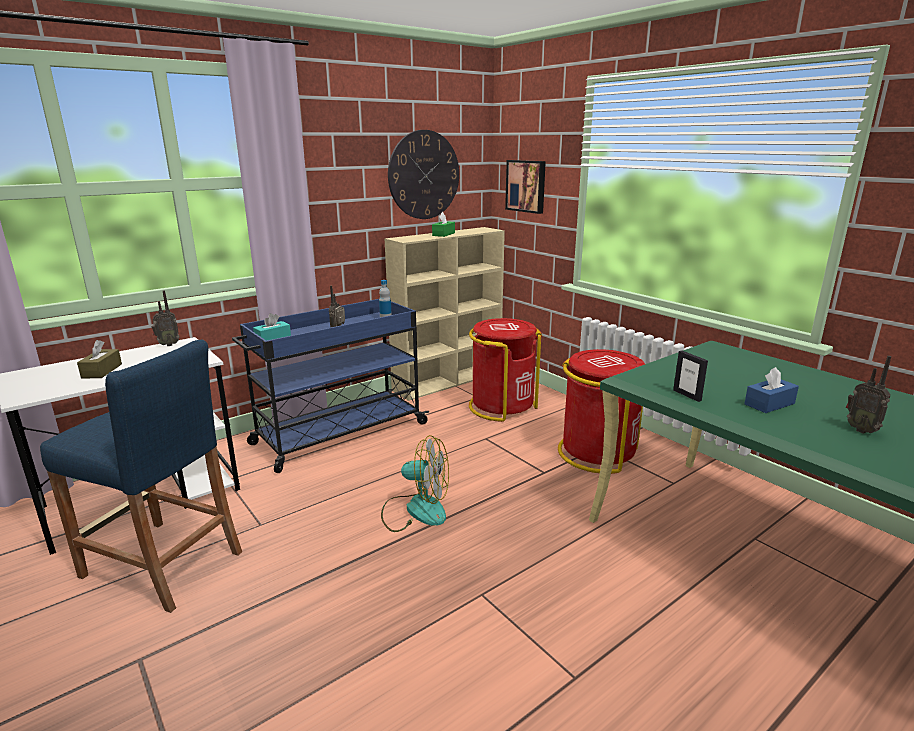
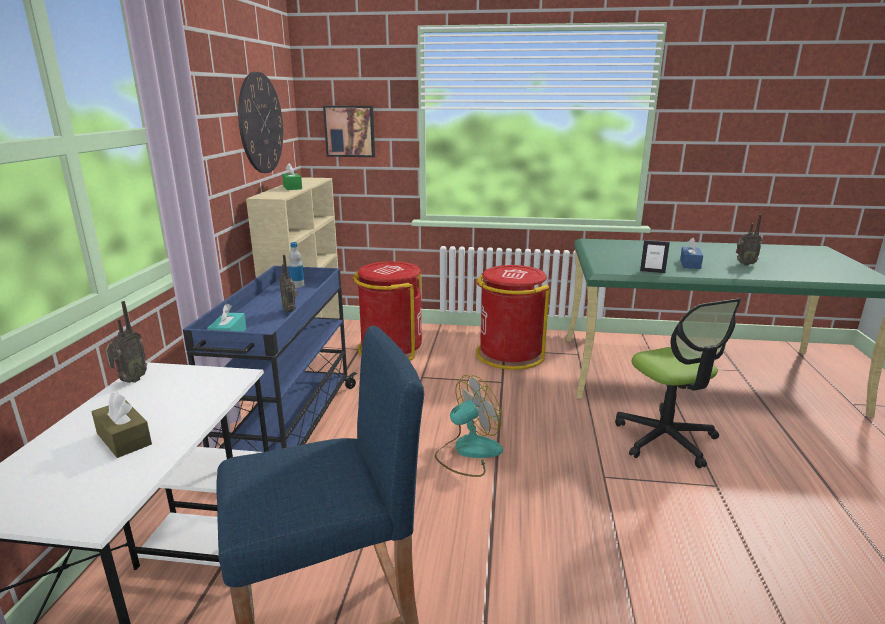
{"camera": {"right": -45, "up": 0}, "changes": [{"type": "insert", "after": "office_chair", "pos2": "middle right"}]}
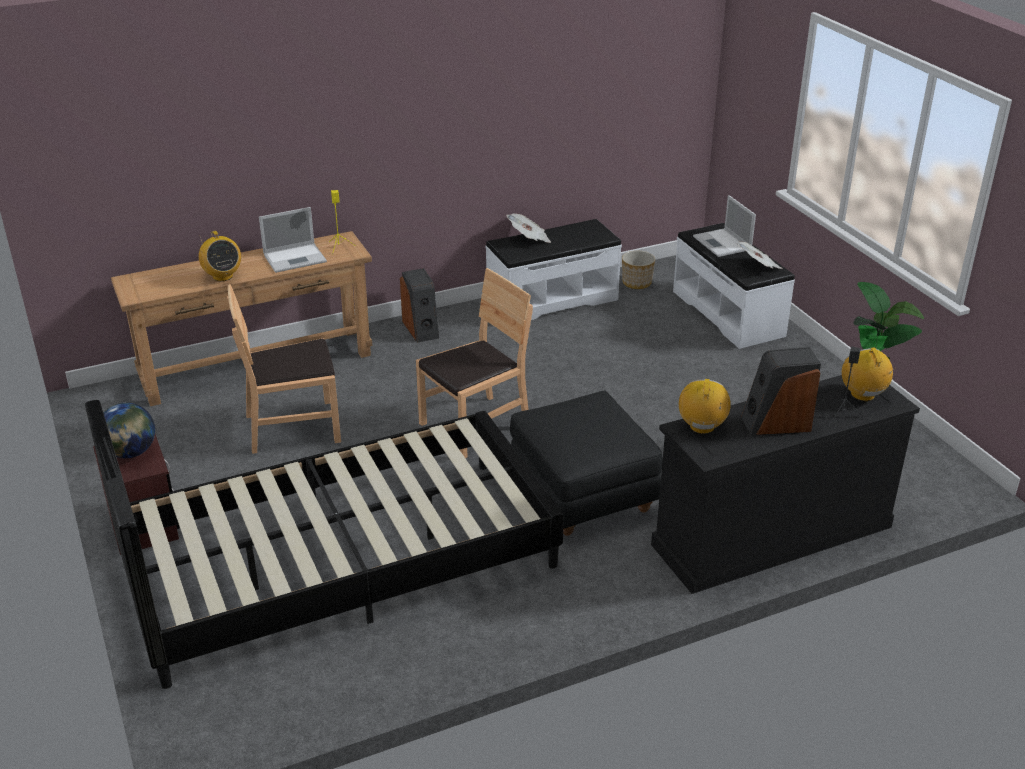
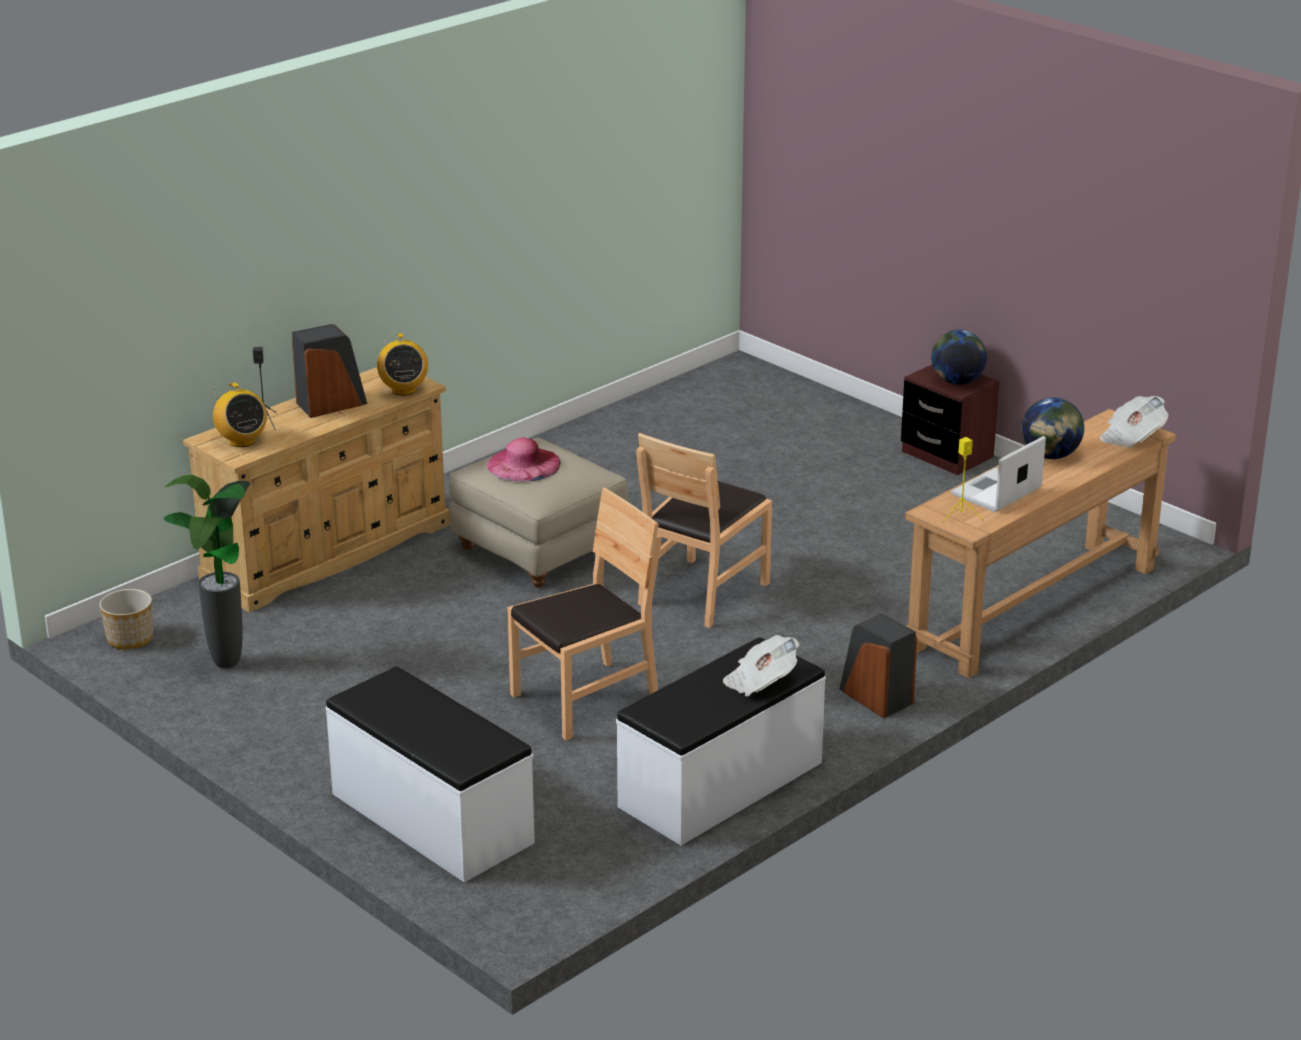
{"camera": {"right": 160, "up": -5}, "changes": [{"type": "delete", "before": "black_bed", "pos1": "bottom left"}, {"type": "replace", "before": "radio (1st from left)", "after": "globe (2nd from left)", "pos1": "top left", "pos2": "middle right"}, {"type": "move", "before": "brown_chair (1st from left)", "pos1": "middle left", "pos2": "centre"}, {"type": "recolor", "before": "black_ottoman", "after": "beige_ottoman", "pos1": "centre", "pos2": "centre"}, {"type": "move", "before": "planter", "pos1": "centre", "pos2": "middle left"}, {"type": "recolor", "before": "black_dresser", "after": "beige_dresser", "pos1": "middle right", "pos2": "middle left"}, {"type": "delete", "before": "laptop (2nd from left)", "pos1": "top right"}, {"type": "move", "before": "newspaper (2nd from left)", "pos1": "top right", "pos2": "middle right"}, {"type": "insert", "after": "pink_hat", "pos2": "centre"}]}
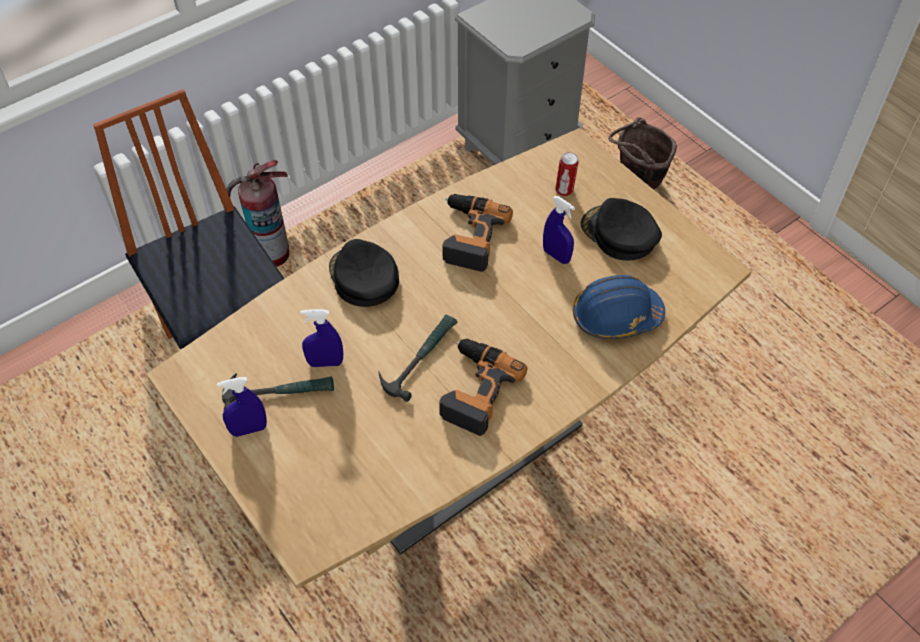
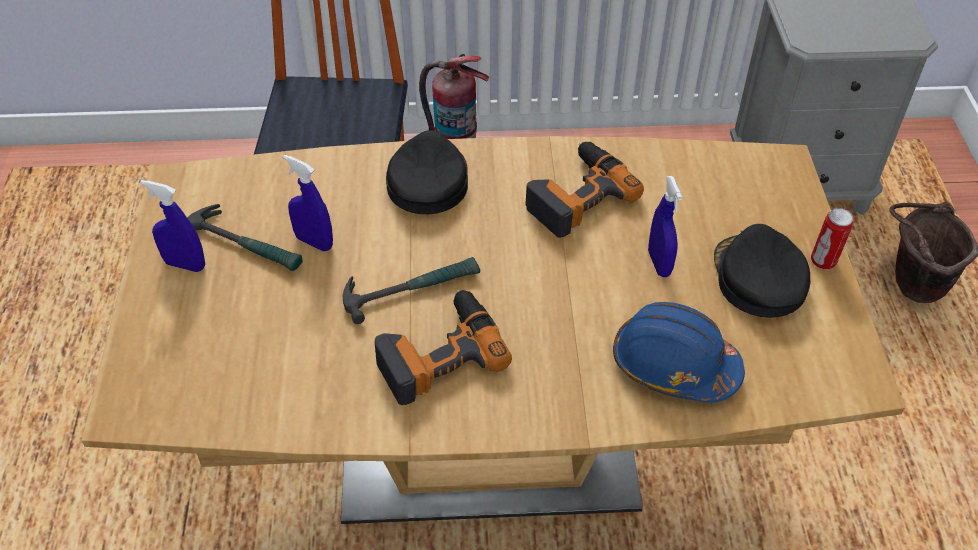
{"camera": {"right": 35, "up": -5}, "changes": [{"type": "move", "before": "can", "pos1": "top centre", "pos2": "middle right"}]}
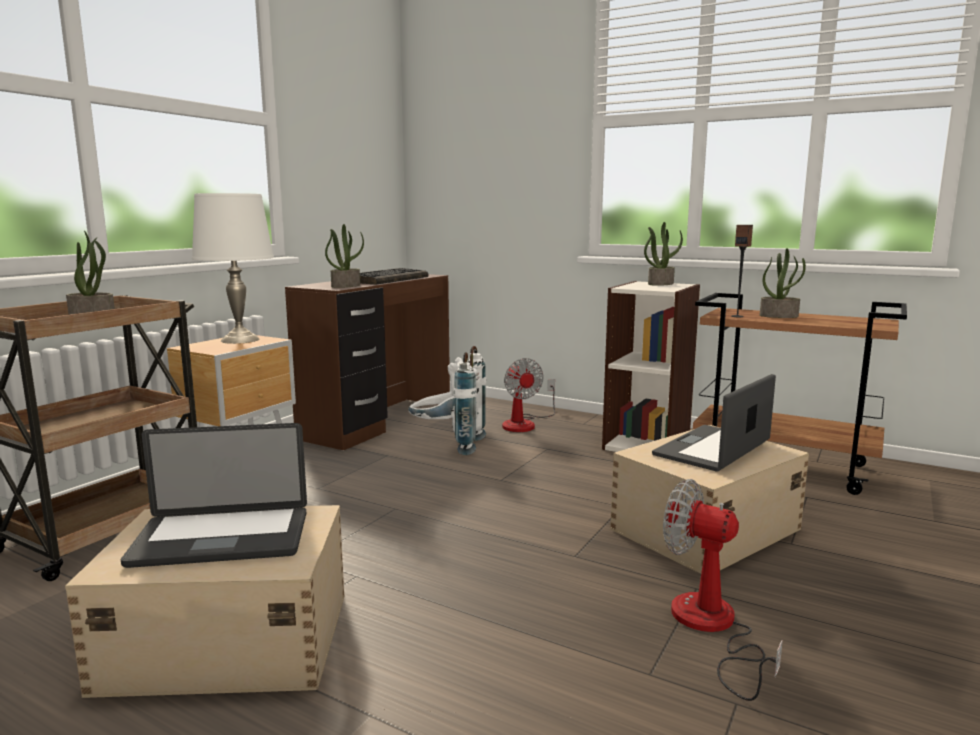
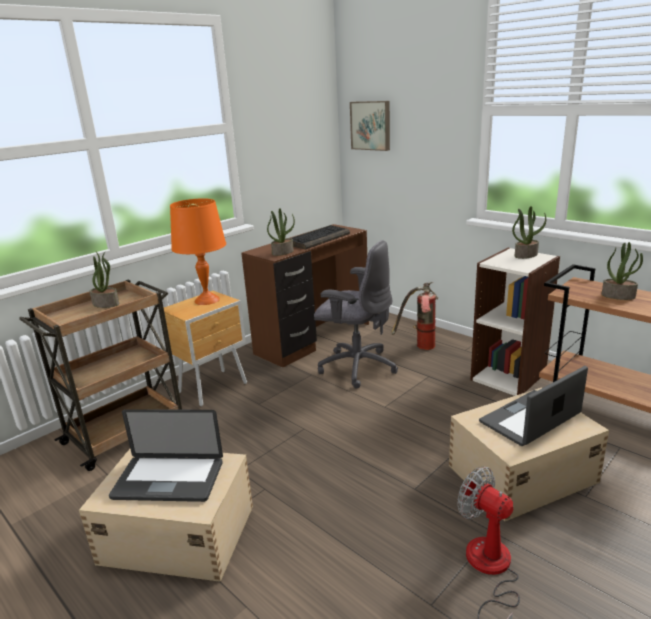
{"camera": {"right": 15, "up": 10}, "changes": [{"type": "recolor", "before": "white_table_lamp", "after": "orange_table_lamp", "pos1": "middle left", "pos2": "middle left"}, {"type": "replace", "before": "white_backpack", "after": "grey_office_chair", "pos1": "centre", "pos2": "centre"}, {"type": "replace", "before": "fan (1st from left)", "after": "fire_extinguisher", "pos1": "centre", "pos2": "centre"}, {"type": "delete", "before": "speaker", "pos1": "middle right"}, {"type": "insert", "after": "picture", "pos2": "top centre"}]}
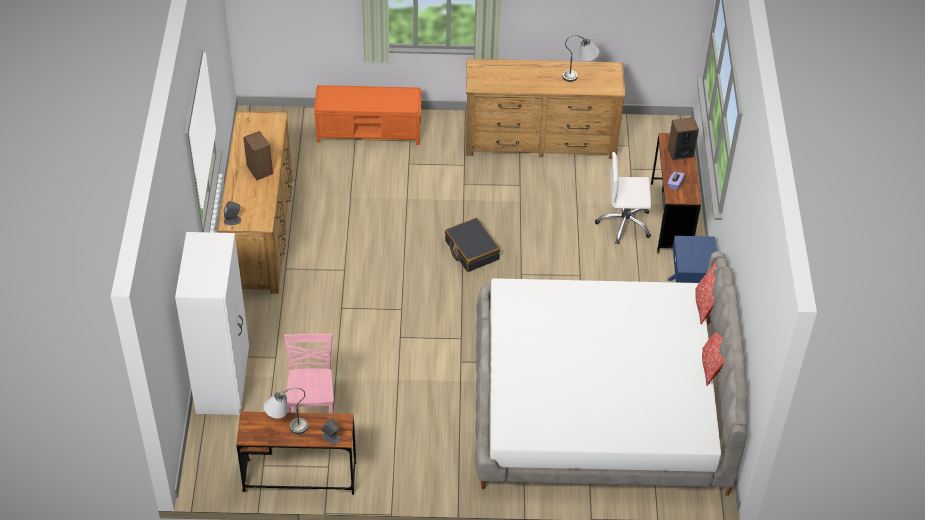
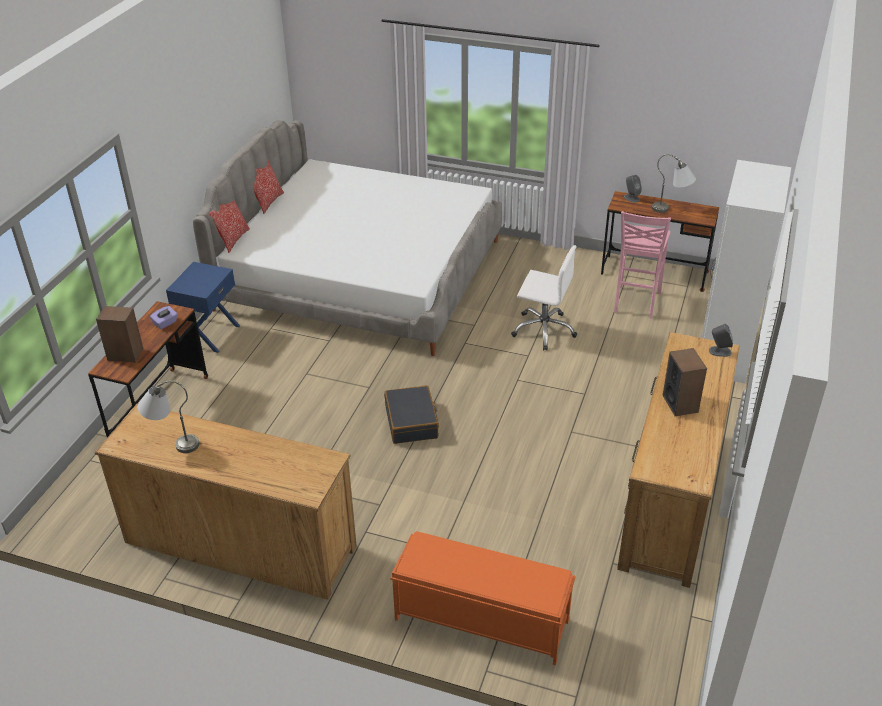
{"camera": {"right": -160, "up": -10}, "changes": [{"type": "move", "before": "white_office_chair", "pos1": "middle right", "pos2": "centre"}]}
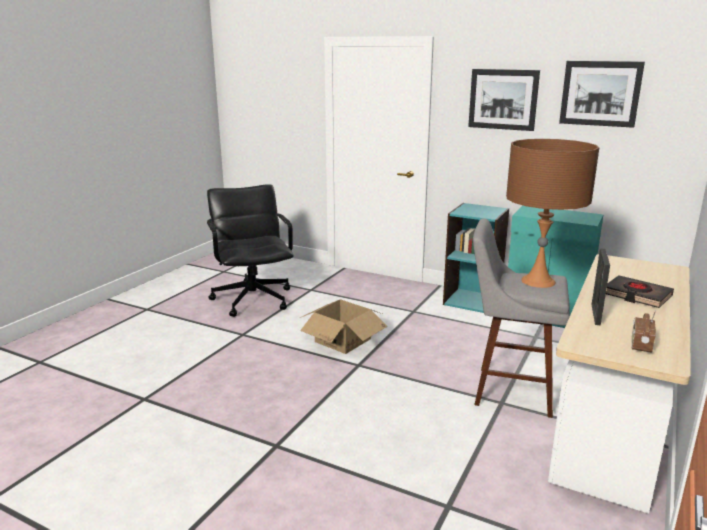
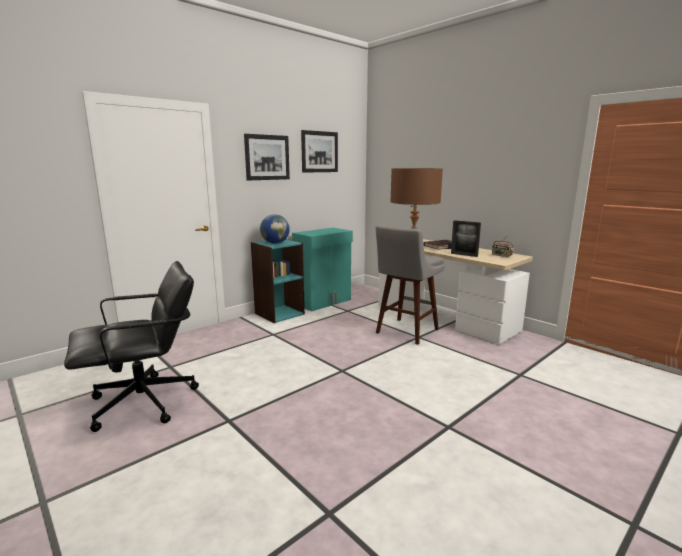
{"camera": {"right": -70, "up": -5}, "changes": [{"type": "rotate", "before": "black_office_chair", "pos1": "centre", "pos2": "middle left", "turn": 150}, {"type": "delete", "before": "cardboard_box", "pos1": "centre"}, {"type": "insert", "after": "globe", "pos2": "centre"}]}
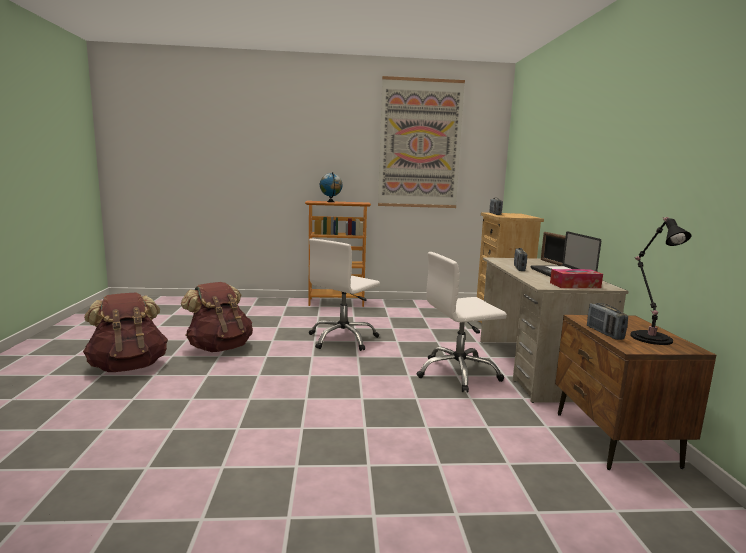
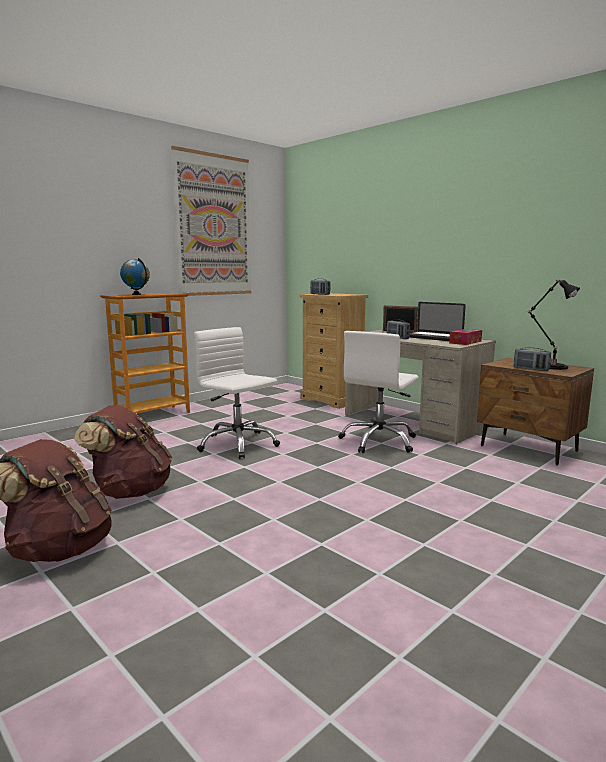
{"camera": {"right": -40, "up": 0}, "changes": [{"type": "rotate", "before": "white_office_chair (1st from left)", "pos1": "centre", "pos2": "centre", "turn": 135}]}
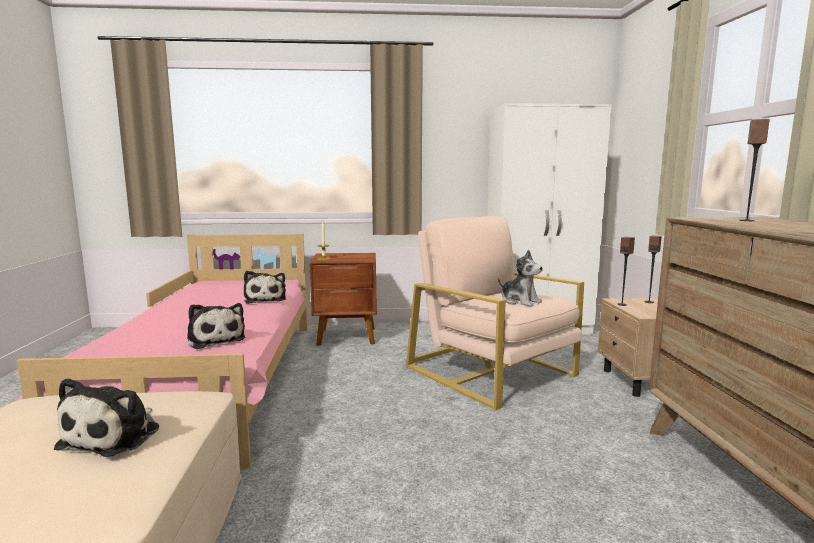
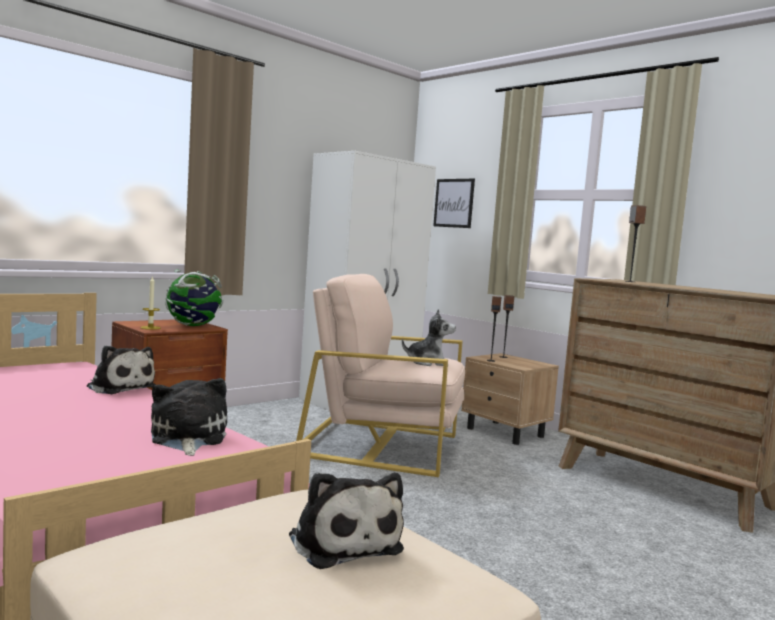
{"camera": {"right": -40, "up": -5}, "changes": [{"type": "rotate", "before": "plush_toy (2nd from left)", "pos1": "middle left", "pos2": "bottom left", "turn": -120}, {"type": "insert", "after": "globe", "pos2": "middle left"}, {"type": "insert", "after": "picture", "pos2": "top centre"}]}
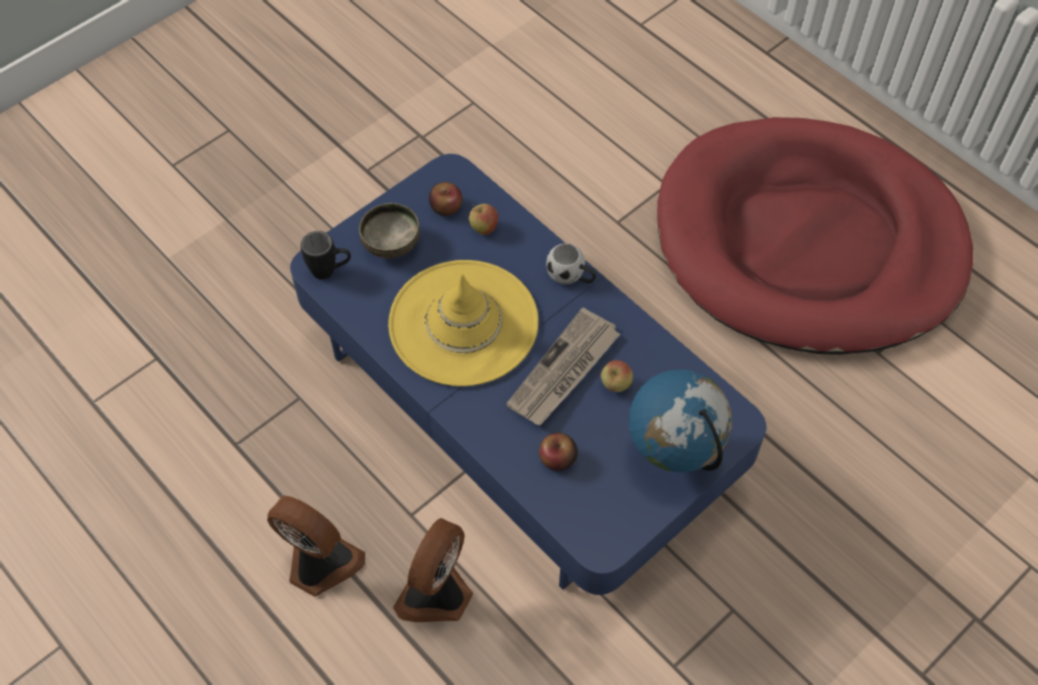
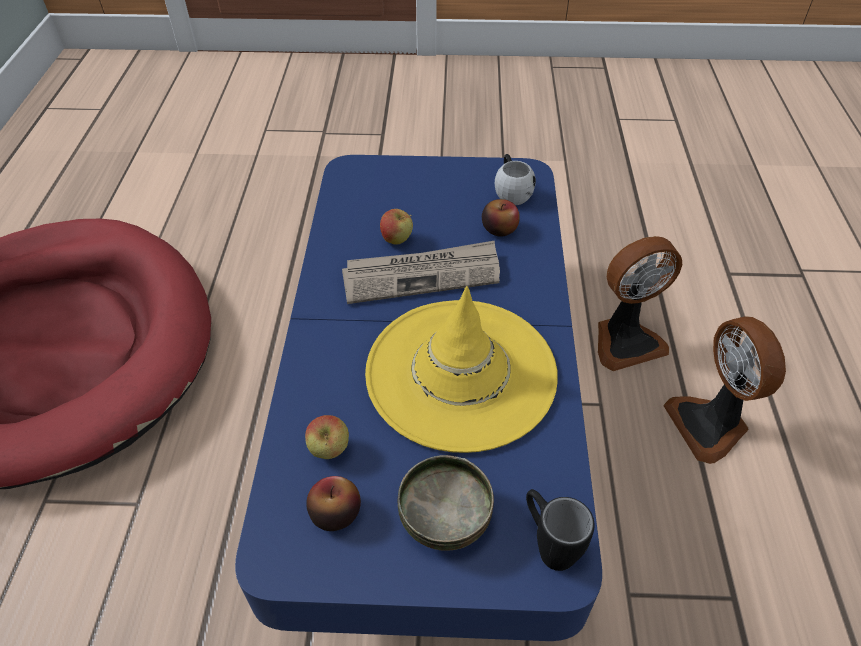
{"camera": {"right": -135, "up": -10}, "changes": [{"type": "move", "before": "white_mug", "pos1": "centre", "pos2": "top centre"}, {"type": "delete", "before": "globe", "pos1": "centre"}]}
